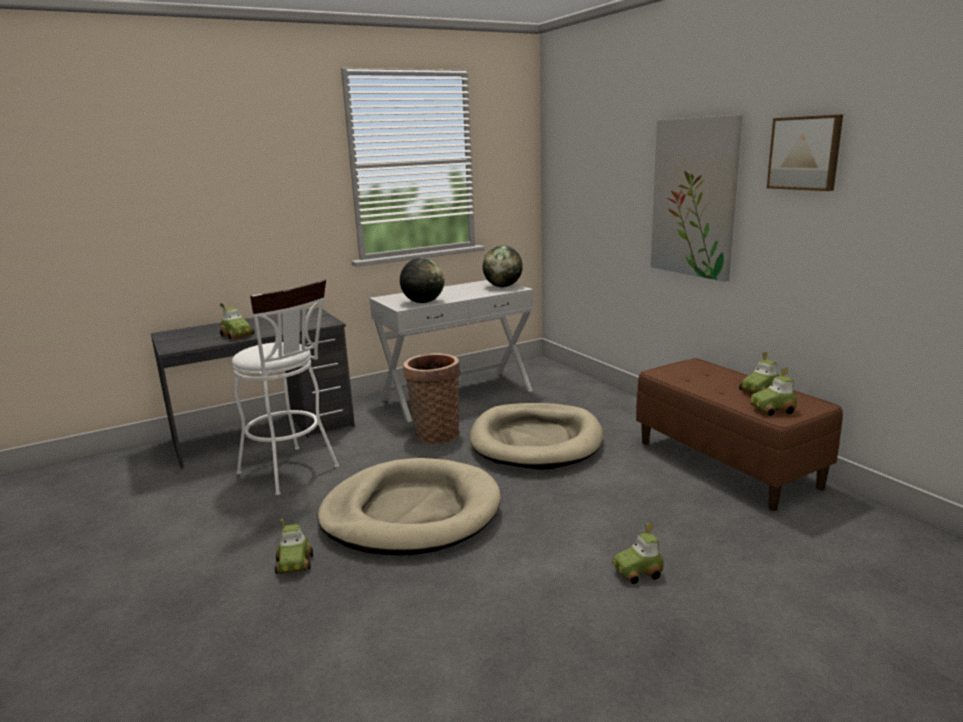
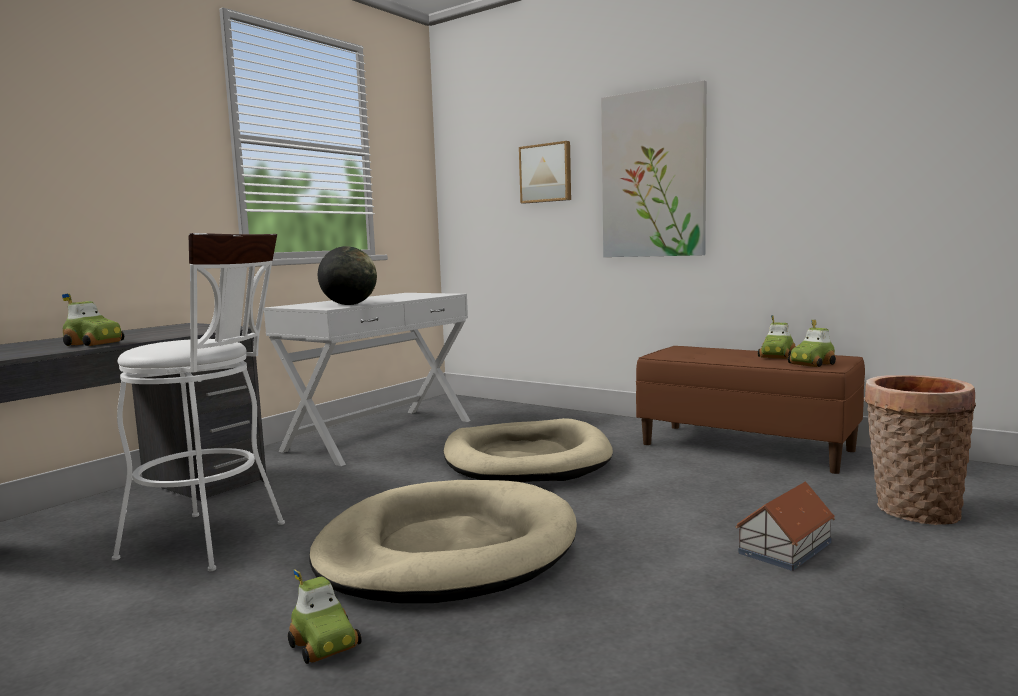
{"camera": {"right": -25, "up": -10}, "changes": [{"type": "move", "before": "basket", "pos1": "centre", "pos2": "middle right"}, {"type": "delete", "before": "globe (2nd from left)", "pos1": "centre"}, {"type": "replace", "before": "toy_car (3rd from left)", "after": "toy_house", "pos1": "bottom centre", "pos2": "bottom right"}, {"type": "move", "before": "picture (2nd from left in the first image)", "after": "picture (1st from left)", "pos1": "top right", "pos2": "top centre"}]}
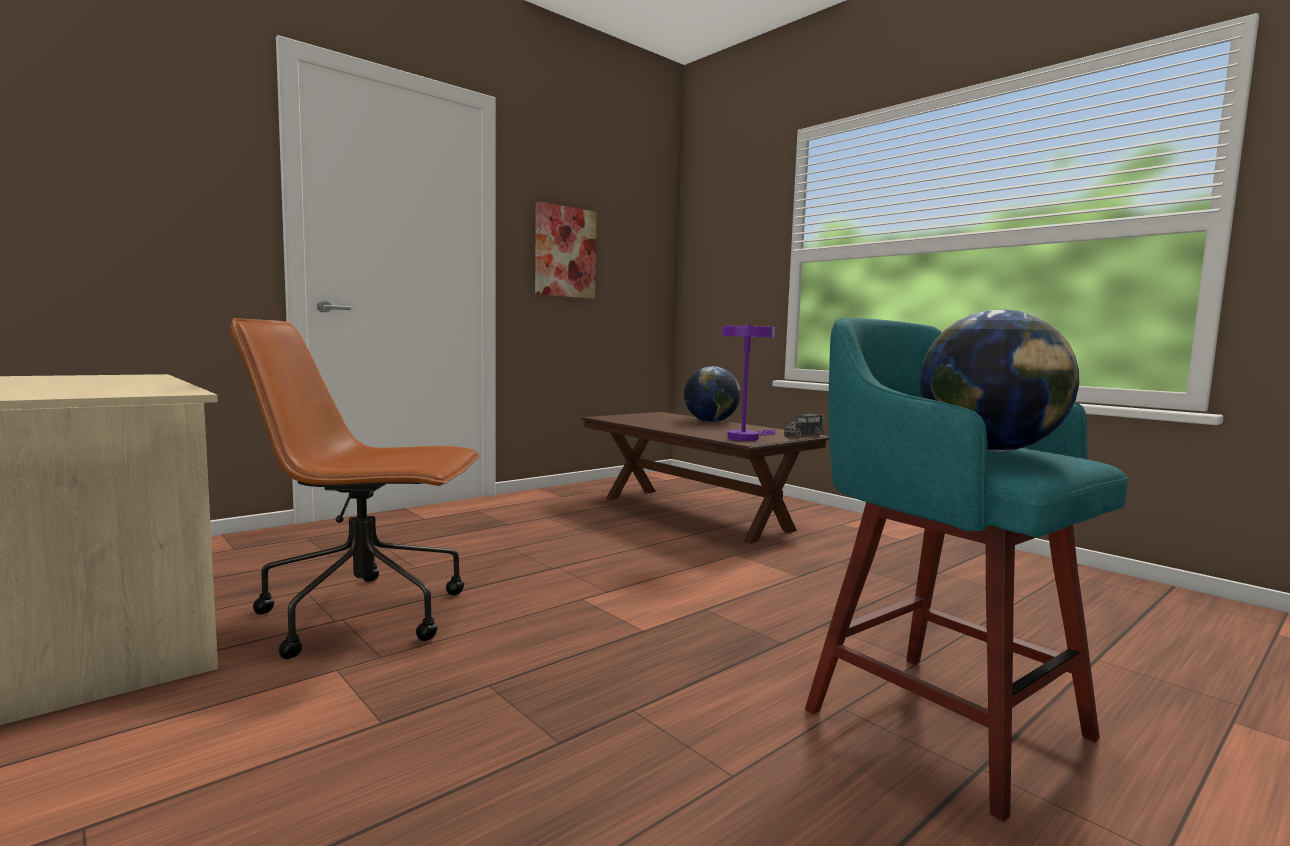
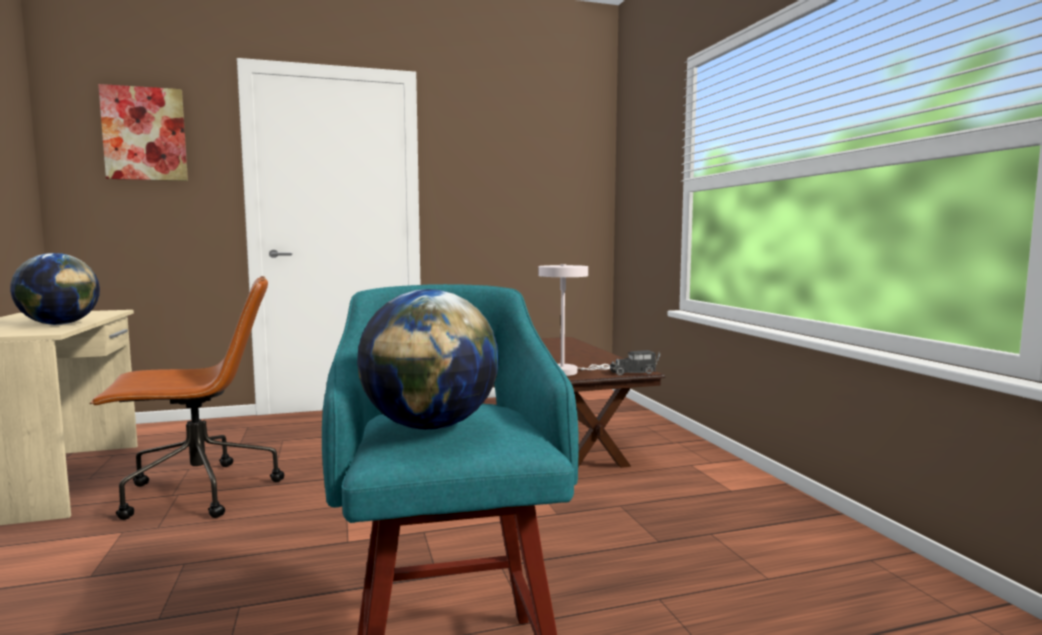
{"camera": {"right": 25, "up": 0}, "changes": [{"type": "rotate", "before": "brown_office_chair", "pos1": "middle left", "pos2": "middle left", "turn": 135}, {"type": "move", "before": "picture", "pos1": "top centre", "pos2": "top left"}, {"type": "move", "before": "globe (1st from left)", "pos1": "centre", "pos2": "middle left"}, {"type": "recolor", "before": "purple_table_lamp", "after": "white_table_lamp", "pos1": "centre", "pos2": "centre"}]}
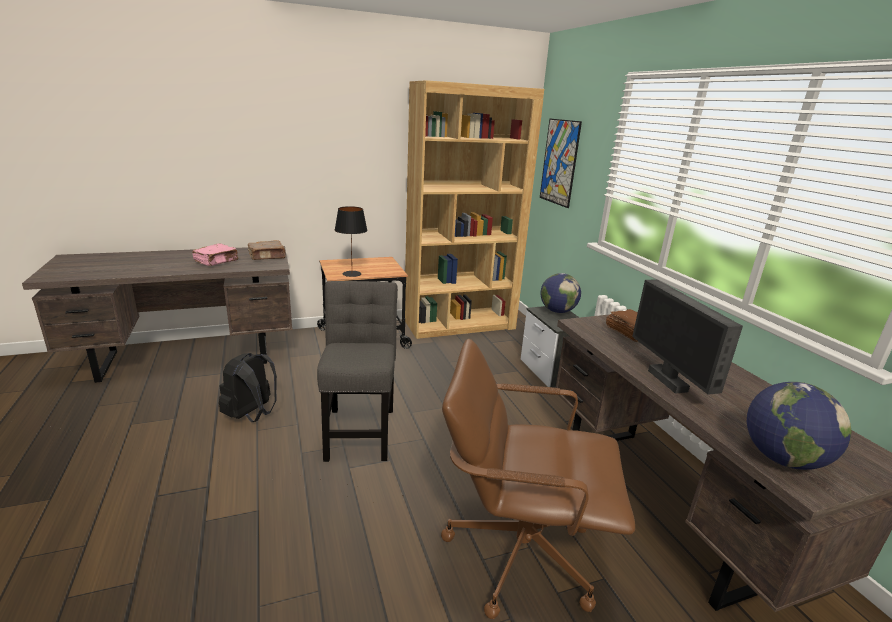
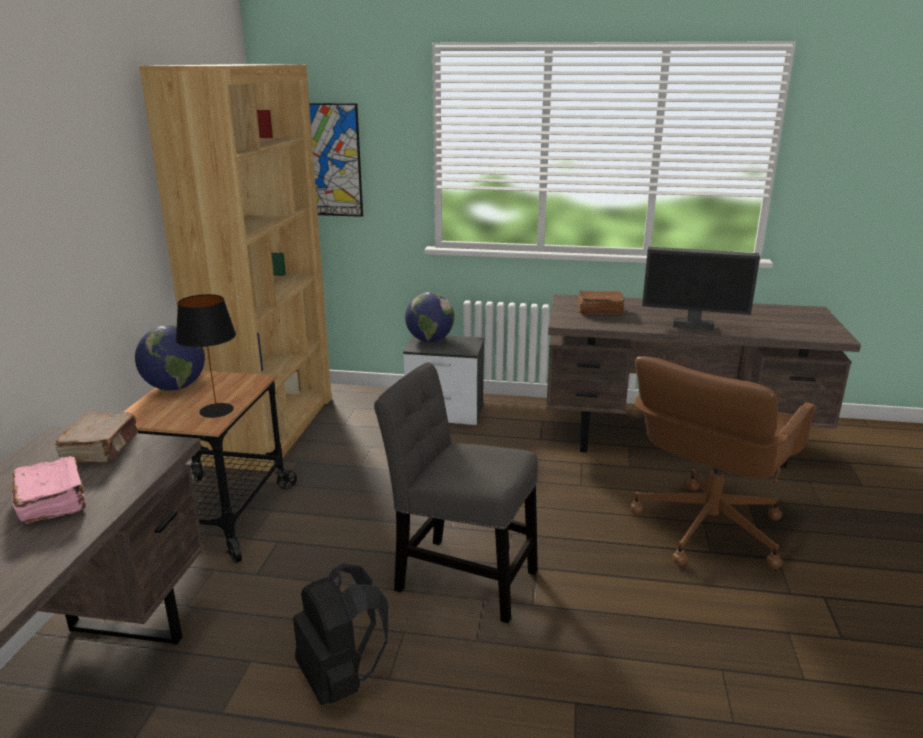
{"camera": {"right": -60, "up": 0}, "changes": [{"type": "move", "before": "globe (2nd from left in the first image)", "after": "globe (1st from left)", "pos1": "bottom right", "pos2": "middle left"}]}
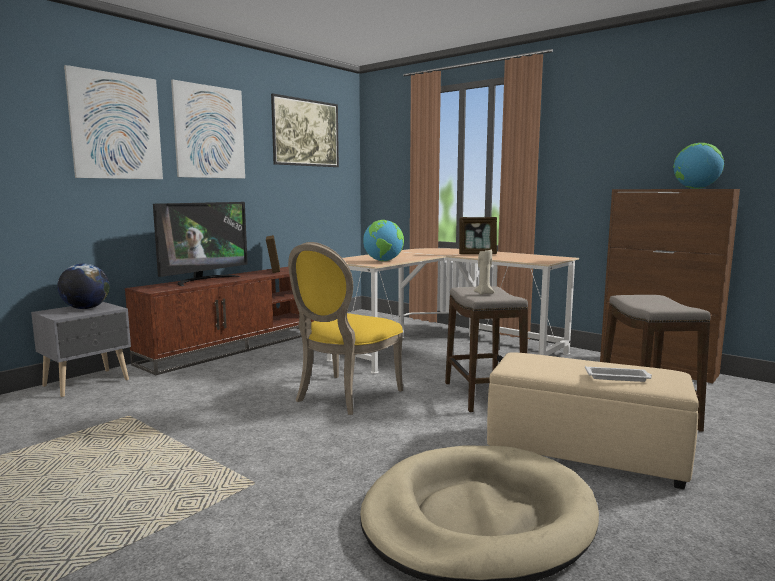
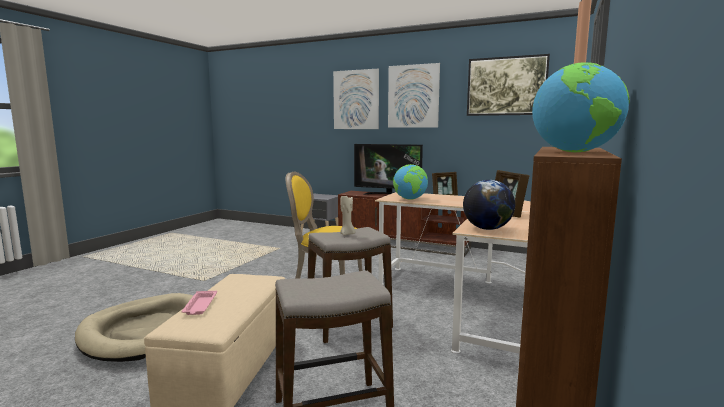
{"camera": {"right": 75, "up": 0}, "changes": [{"type": "move", "before": "globe (1st from left in the first image)", "after": "globe (2nd from left)", "pos1": "middle left", "pos2": "middle right"}, {"type": "recolor", "before": "white_tray", "after": "pink_tray", "pos1": "middle right", "pos2": "bottom left"}]}
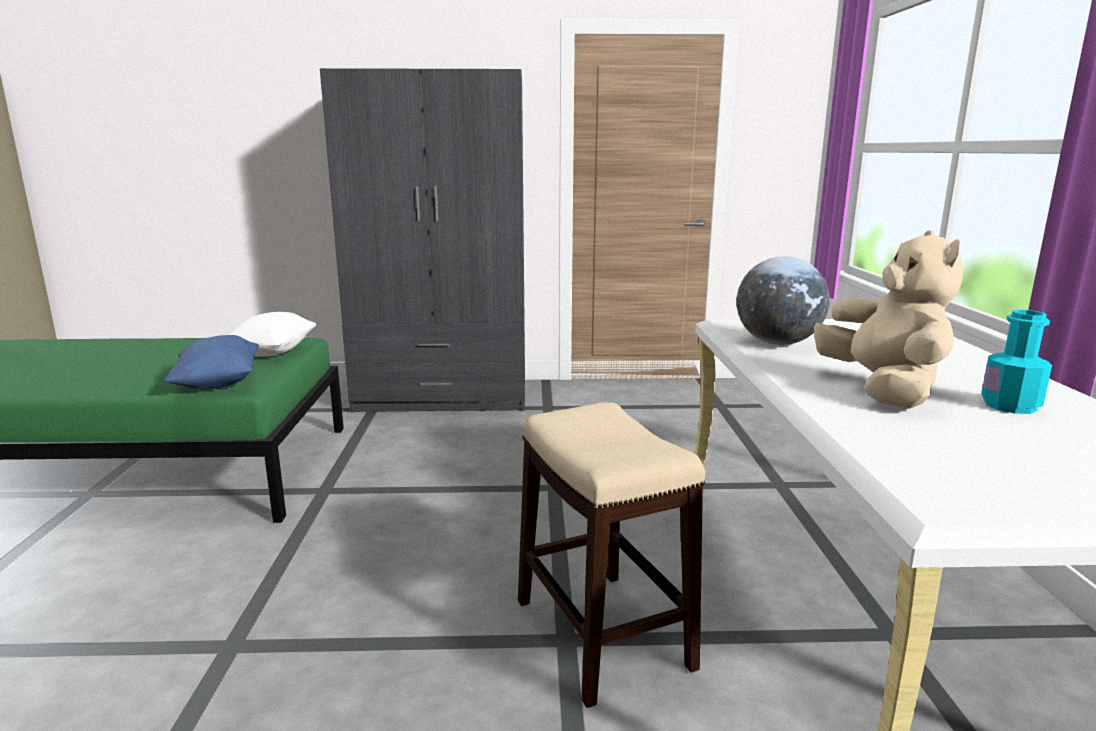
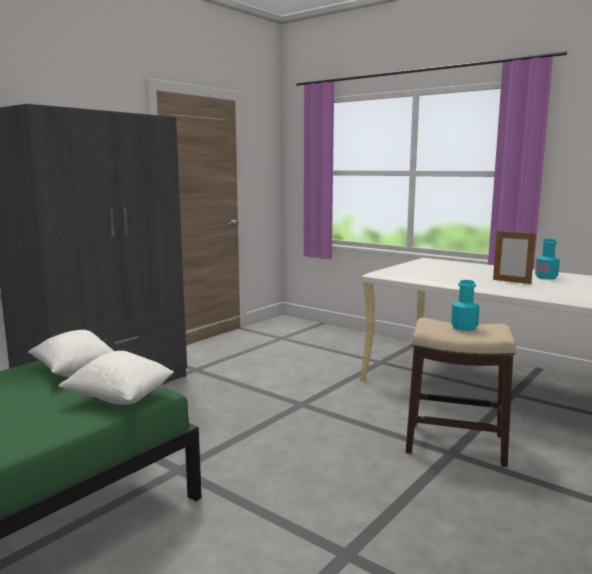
{"camera": {"right": -50, "up": -5}, "changes": [{"type": "recolor", "before": "blue_pillow", "after": "white_pillow (2nd from left)", "pos1": "middle left", "pos2": "middle left"}, {"type": "delete", "before": "globe", "pos1": "middle right"}, {"type": "replace", "before": "beige_plush_toy", "after": "picture_frame", "pos1": "middle right", "pos2": "middle right"}, {"type": "insert", "after": "turquoise_bottle (1st from left)", "pos2": "middle right"}]}
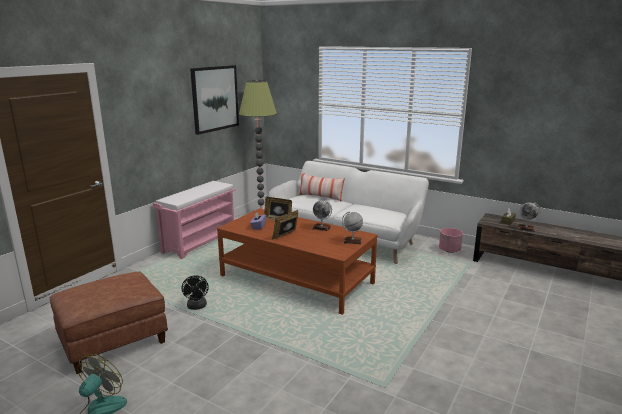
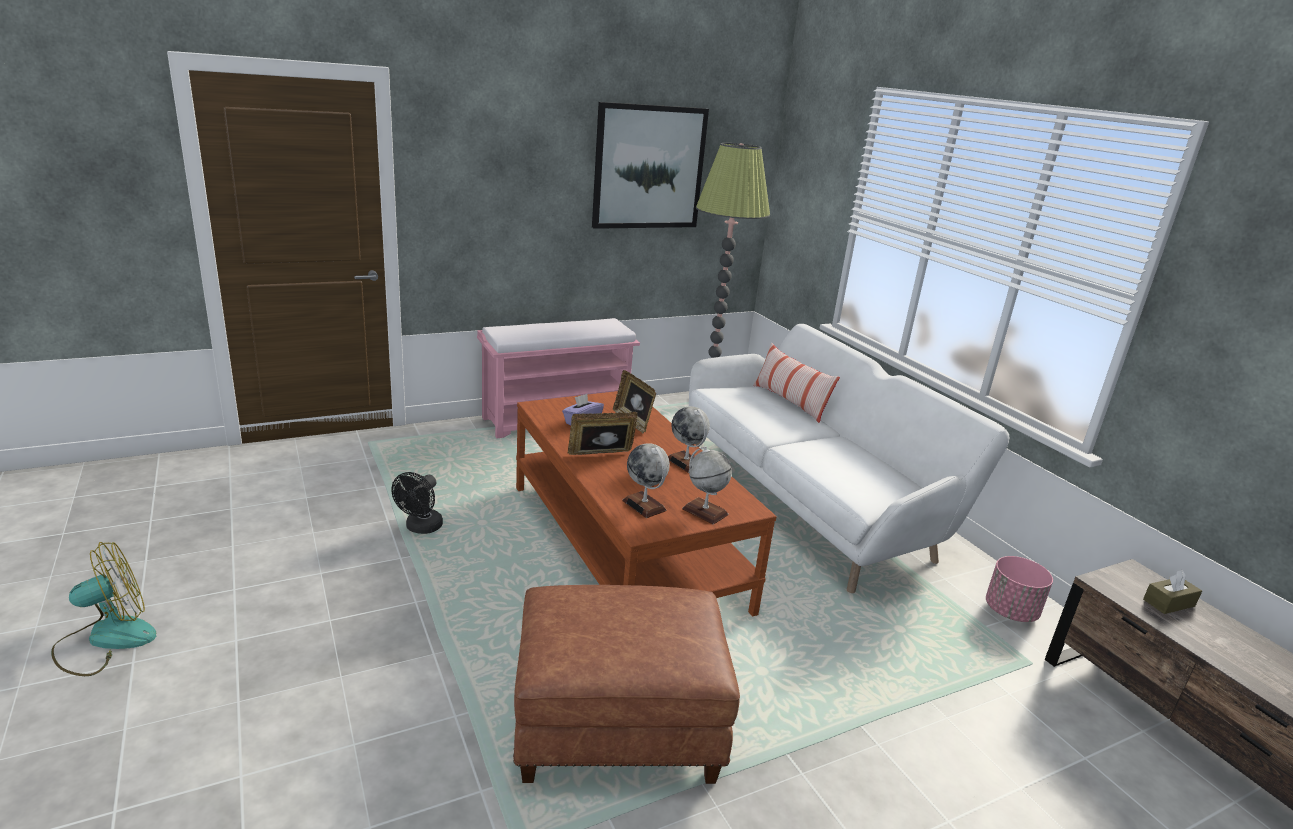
{"camera": {"right": 30, "up": 5}, "changes": [{"type": "move", "before": "brown_ottoman", "pos1": "bottom left", "pos2": "bottom centre"}, {"type": "move", "before": "globe (3rd from left in the first image)", "after": "globe (1st from left)", "pos1": "middle right", "pos2": "centre"}]}
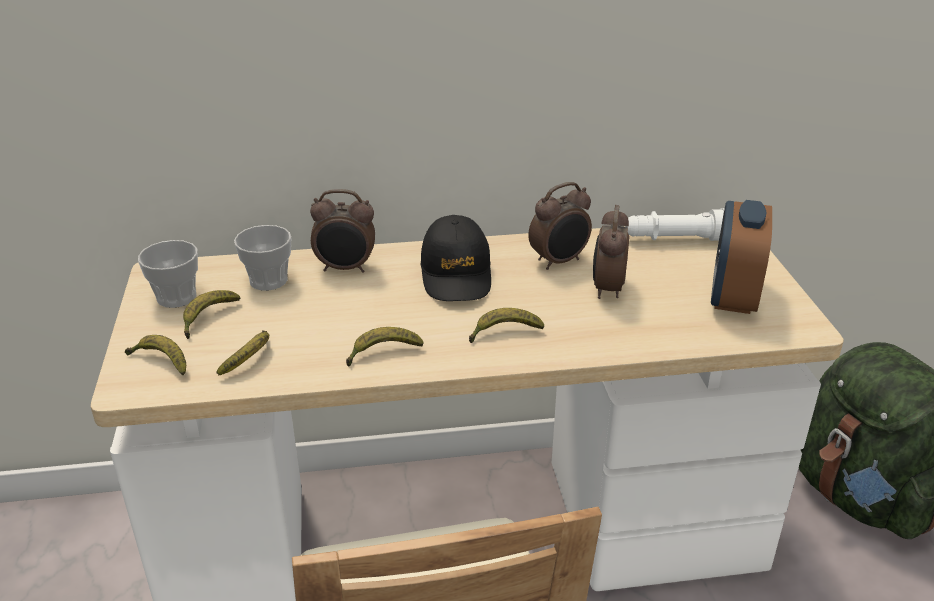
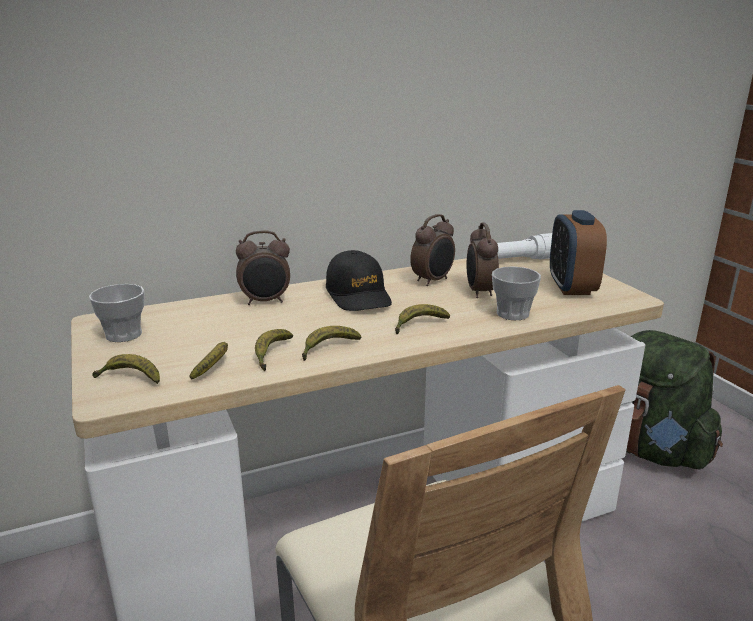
{"camera": {"right": -15, "up": -10}, "changes": [{"type": "move", "before": "banana (2nd from left in the first image)", "after": "banana (3rd from left)", "pos1": "middle left", "pos2": "centre"}, {"type": "move", "before": "cup (2nd from left)", "pos1": "middle left", "pos2": "middle right"}]}
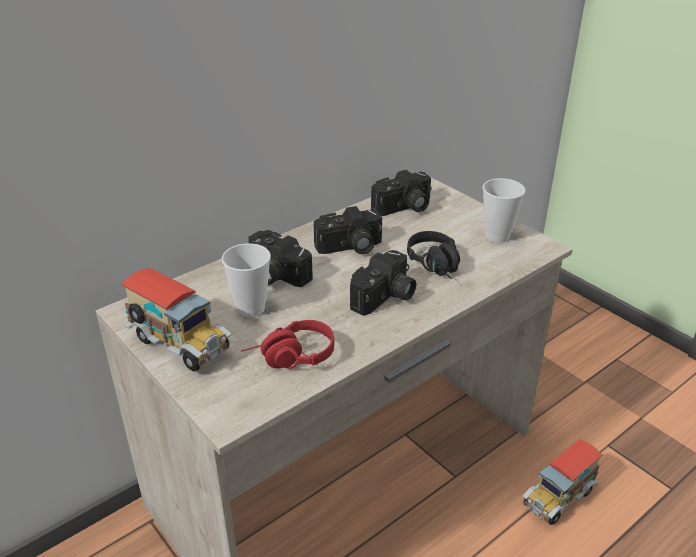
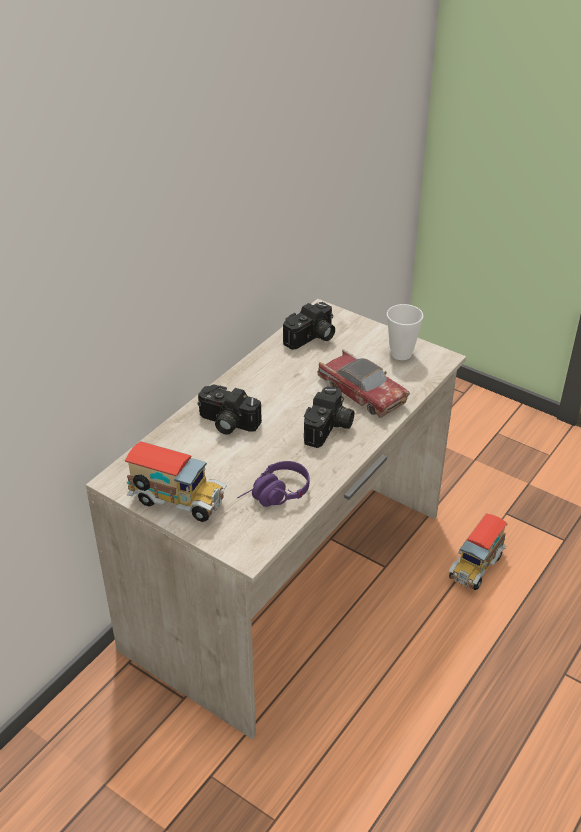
{"camera": {"right": -15, "up": 5}, "changes": [{"type": "delete", "before": "cup (1st from left)", "pos1": "centre"}, {"type": "recolor", "before": "red_headphones", "after": "purple_headphones", "pos1": "centre", "pos2": "centre"}, {"type": "delete", "before": "photo_camera (2nd from left)", "pos1": "centre"}, {"type": "replace", "before": "black_headphones", "after": "toy_car", "pos1": "centre", "pos2": "centre"}]}
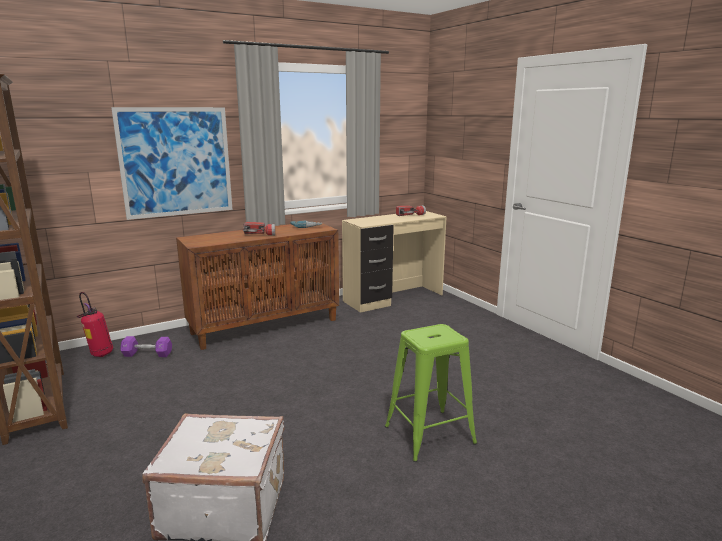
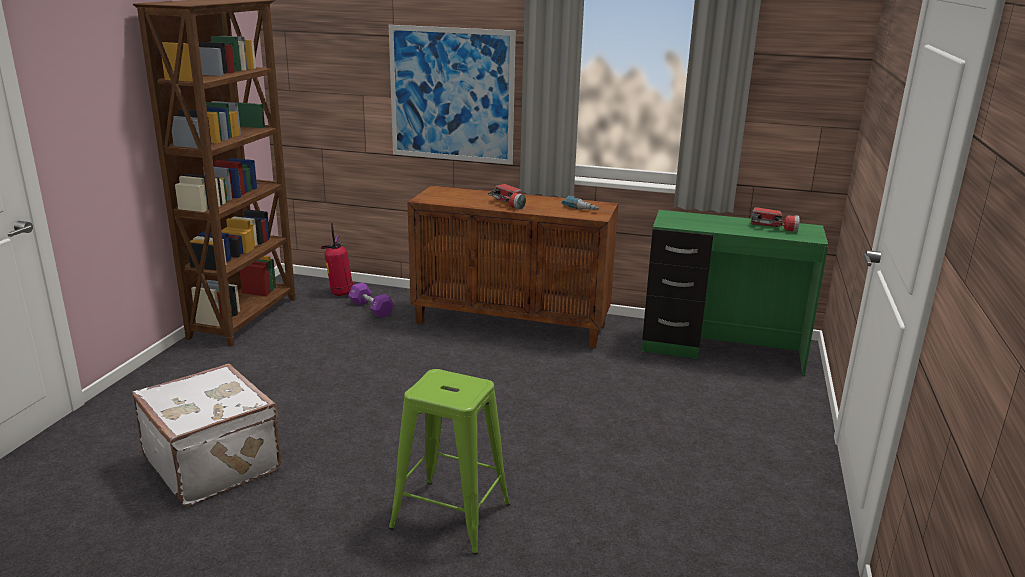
{"camera": {"right": 45, "up": 5}, "changes": [{"type": "recolor", "before": "beige_desk", "after": "green_desk", "pos1": "centre", "pos2": "middle right"}]}
